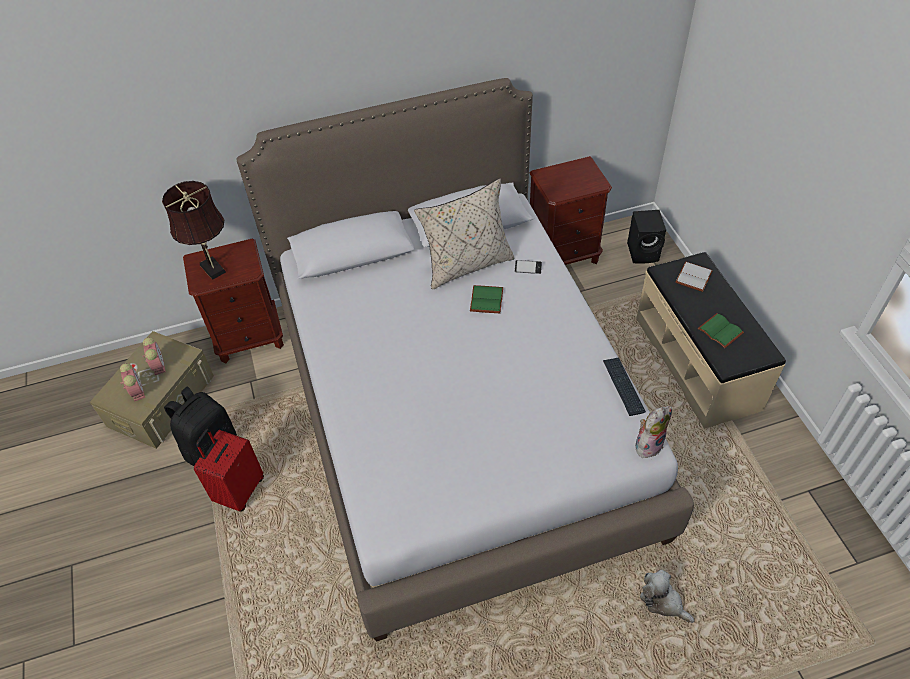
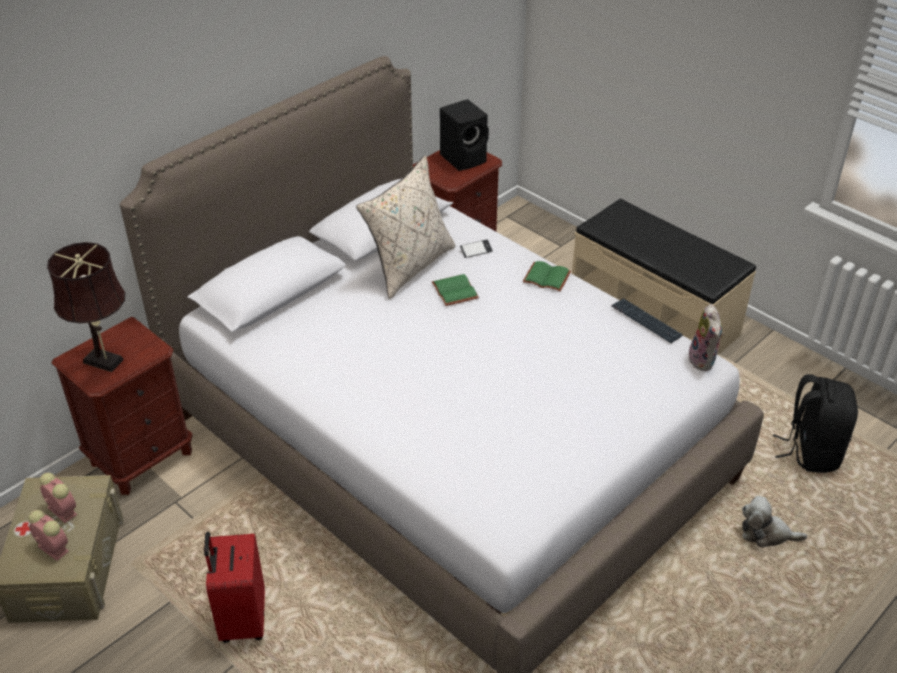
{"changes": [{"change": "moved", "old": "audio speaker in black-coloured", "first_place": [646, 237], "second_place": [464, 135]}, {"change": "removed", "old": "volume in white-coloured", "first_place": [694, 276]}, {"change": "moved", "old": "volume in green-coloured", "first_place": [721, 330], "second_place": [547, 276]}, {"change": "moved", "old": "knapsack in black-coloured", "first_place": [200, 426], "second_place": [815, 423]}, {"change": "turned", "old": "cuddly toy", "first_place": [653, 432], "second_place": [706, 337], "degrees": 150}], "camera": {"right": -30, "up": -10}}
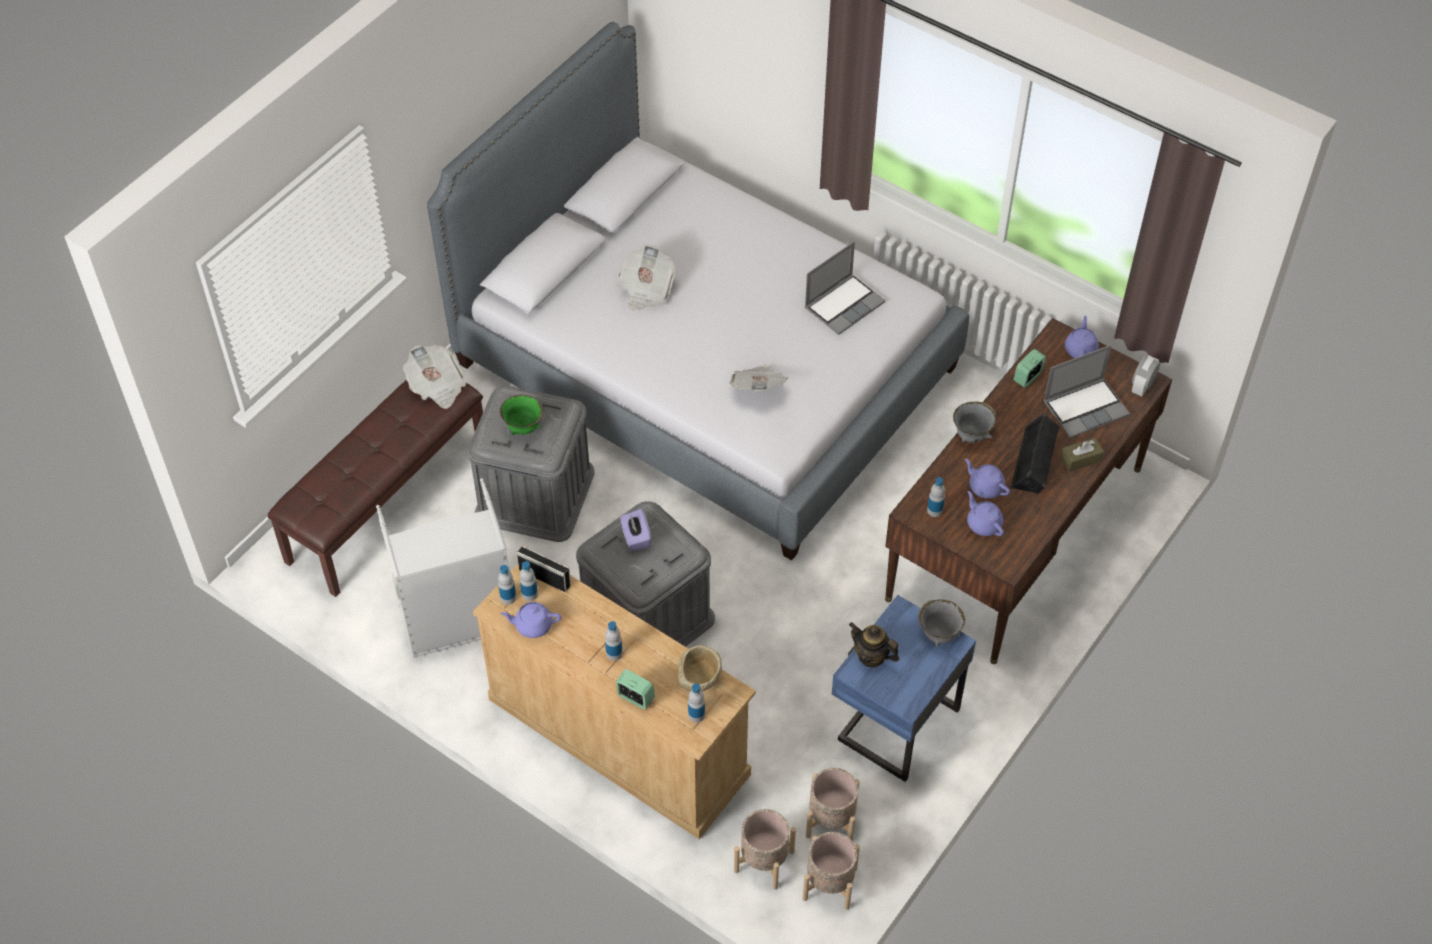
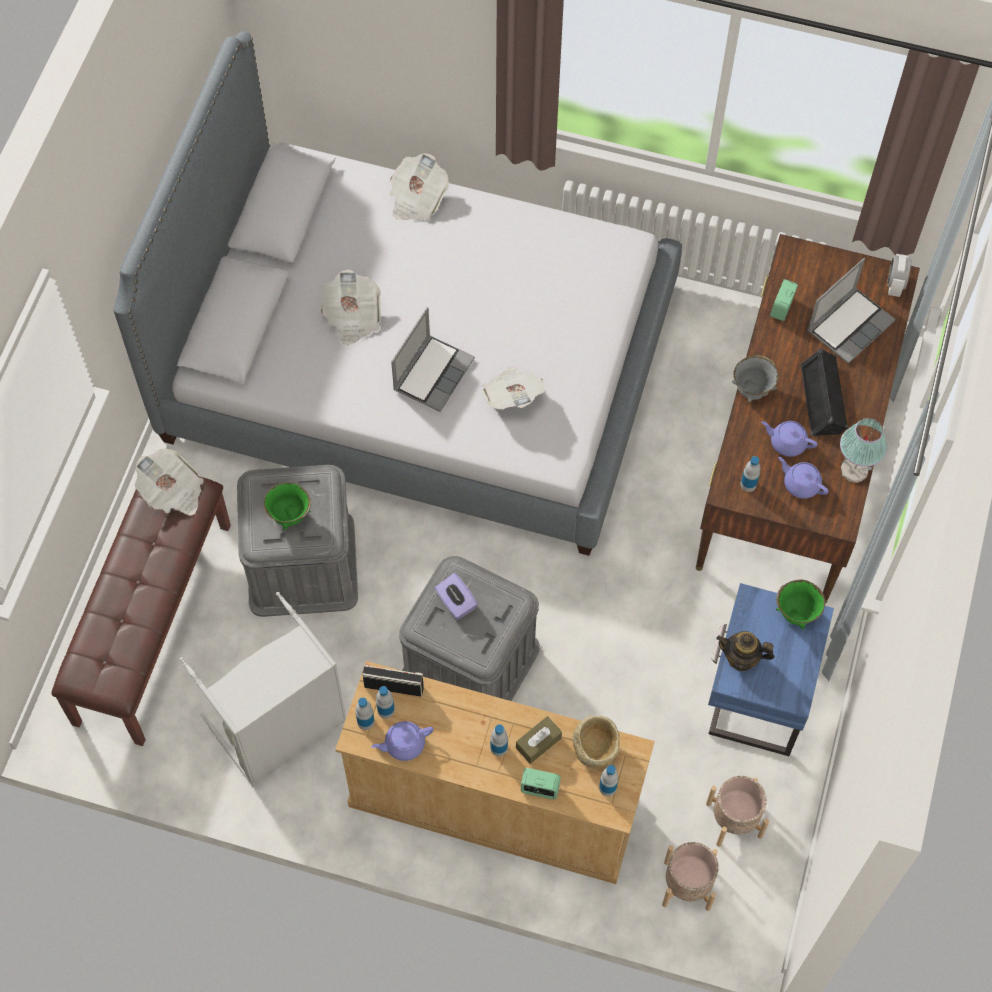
{"changes": [{"change": "moved", "old": "laptop", "first_place": [845, 288], "second_place": [433, 359]}, {"change": "removed", "old": "teapot in purple", "first_place": [1082, 336]}, {"change": "moved", "old": "tissue box in brown-coloured", "first_place": [1082, 455], "second_place": [539, 740]}, {"change": "recoloured", "old": "bowl in gray", "new": "bowl in green-coloured", "first_place": [941, 623], "second_place": [800, 605]}, {"change": "removed", "old": "flower pot in sand-coloured", "first_place": [831, 871]}, {"change": "added", "new": "printed paper", "second_place": [419, 187]}, {"change": "added", "new": "table lamp", "second_place": [863, 450]}], "camera": {"right": -20, "up": 10}}
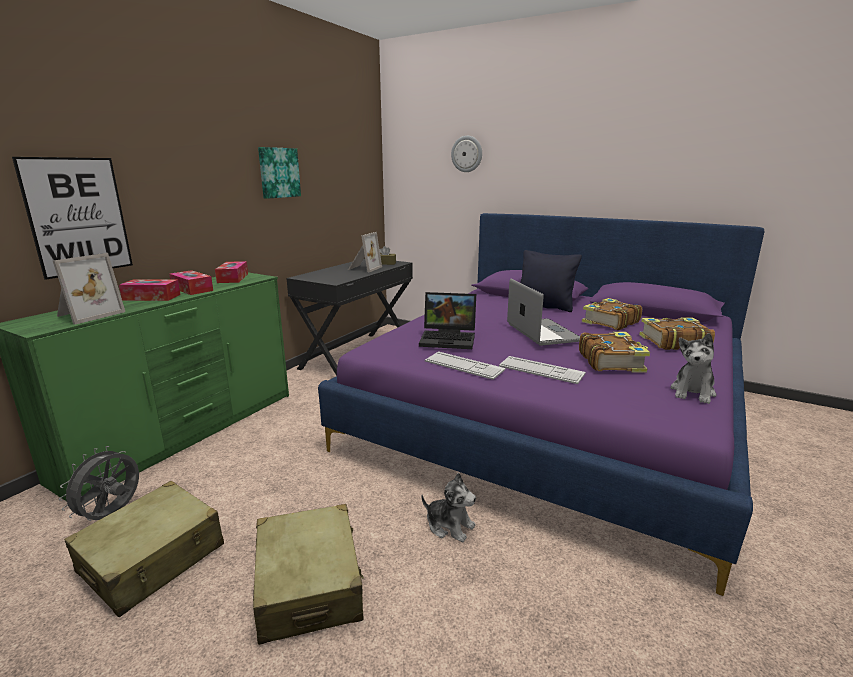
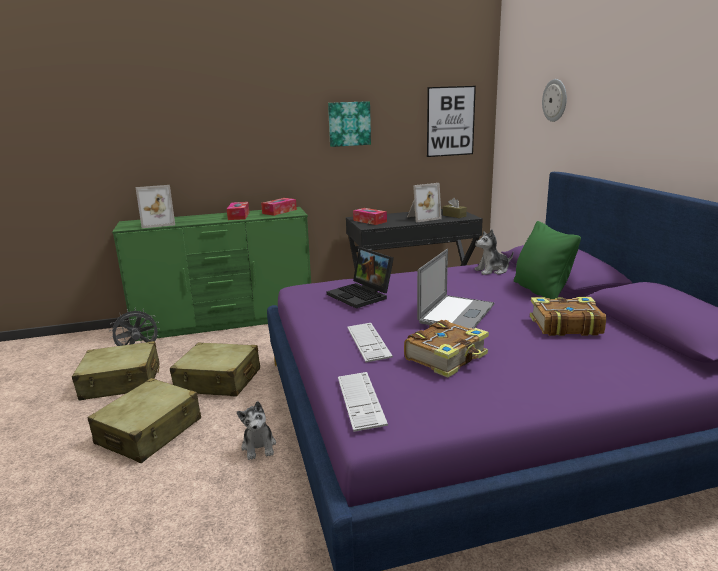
{"changes": [{"change": "moved", "old": "picture", "first_place": [72, 218], "second_place": [451, 121]}, {"change": "recoloured", "old": "throw pillow in black-coloured", "new": "throw pillow in green-coloured", "first_place": [551, 281], "second_place": [547, 260]}, {"change": "moved", "old": "tissue box", "first_place": [150, 290], "second_place": [370, 216]}, {"change": "removed", "old": "volume", "first_place": [677, 333]}, {"change": "moved", "old": "cuddly toy", "first_place": [693, 368], "second_place": [493, 252]}, {"change": "moved", "old": "PC keyboard", "first_place": [465, 365], "second_place": [363, 402]}, {"change": "added", "new": "suitcase in sand-coloured", "second_place": [215, 369]}], "camera": {"right": 45, "up": 0}}
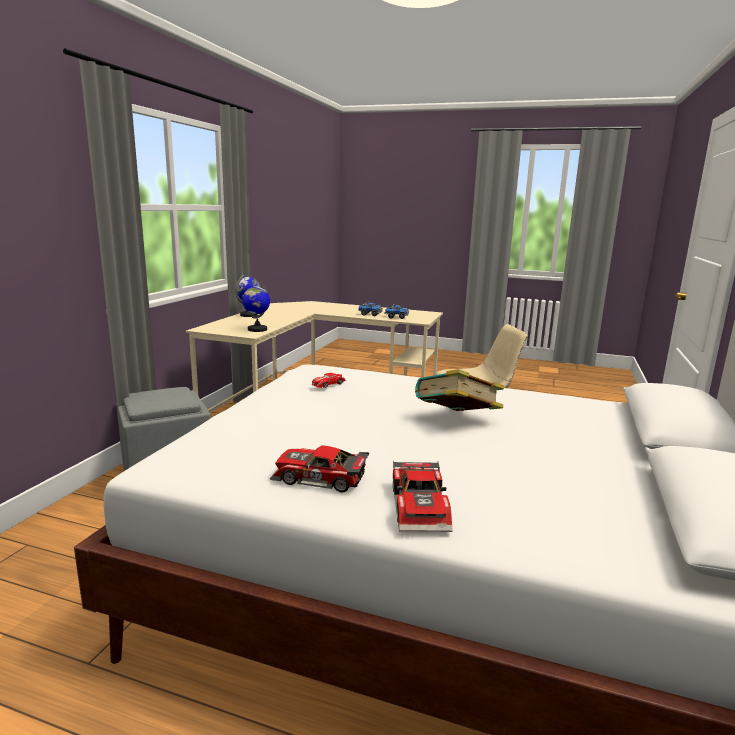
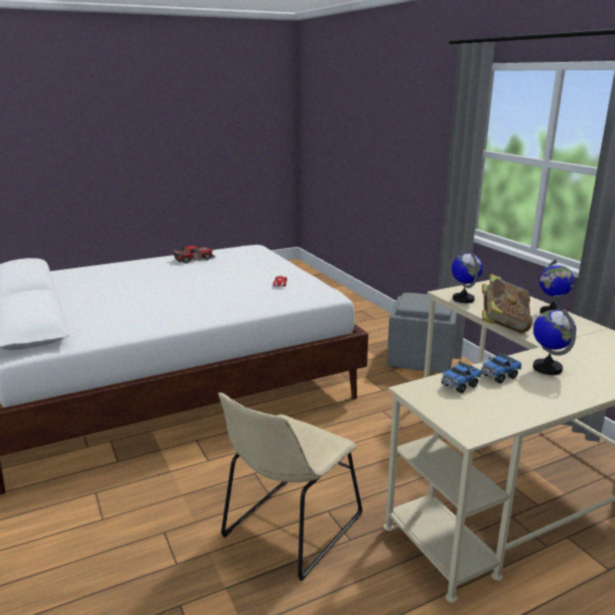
{"changes": [{"change": "moved", "old": "volume", "first_place": [459, 390], "second_place": [507, 303]}, {"change": "removed", "old": "toy car", "first_place": [423, 496]}, {"change": "added", "new": "desk globe", "second_place": [554, 342]}], "camera": {"right": 135, "up": 5}}
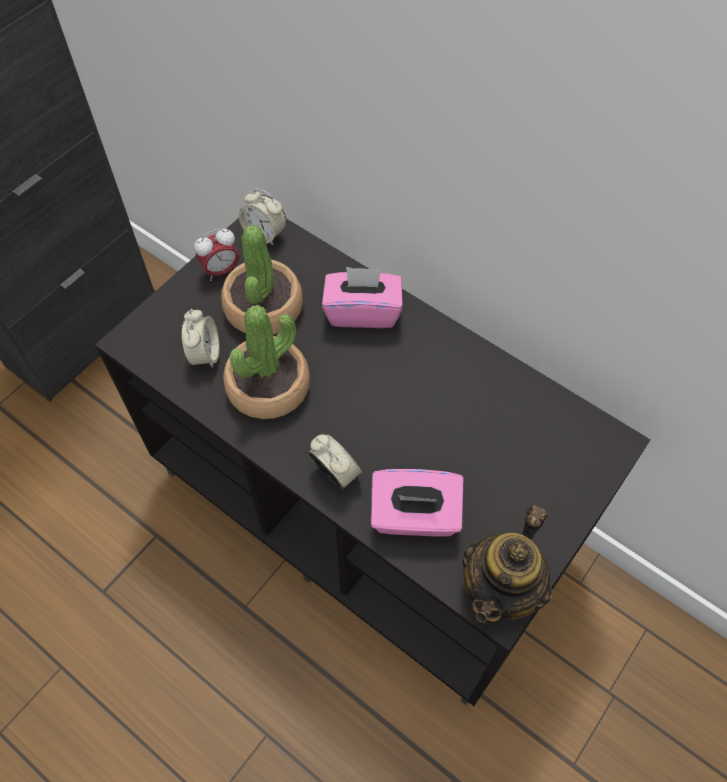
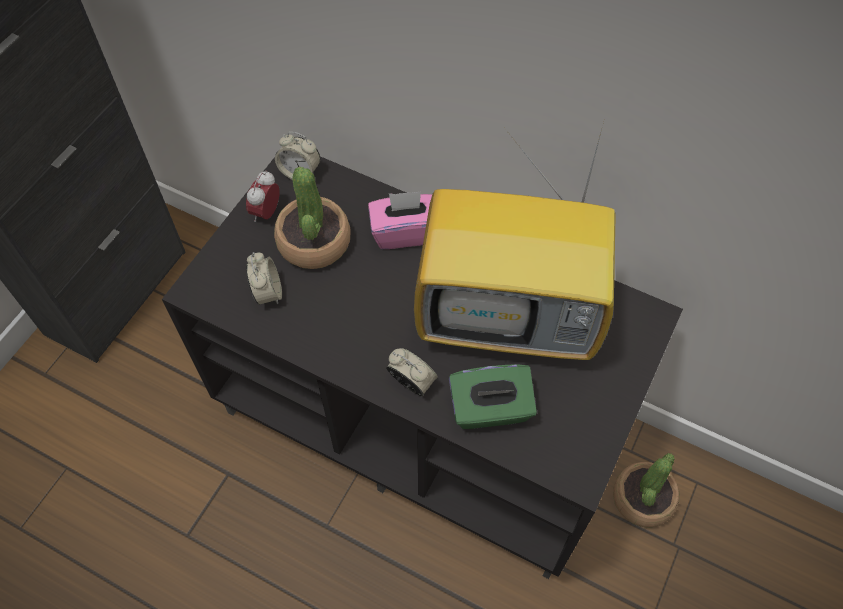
{"changes": [{"change": "turned", "old": "alarm clock", "first_place": [217, 255], "second_place": [263, 196], "degrees": 150}, {"change": "moved", "old": "plant in a pot", "first_place": [266, 362], "second_place": [646, 490]}, {"change": "recoloured", "old": "tissue box in pink", "new": "tissue box in green-coloured", "first_place": [417, 503], "second_place": [493, 396]}, {"change": "removed", "old": "teapot", "first_place": [507, 564]}, {"change": "added", "new": "TV", "second_place": [515, 241]}], "camera": {"right": -10, "up": 0}}
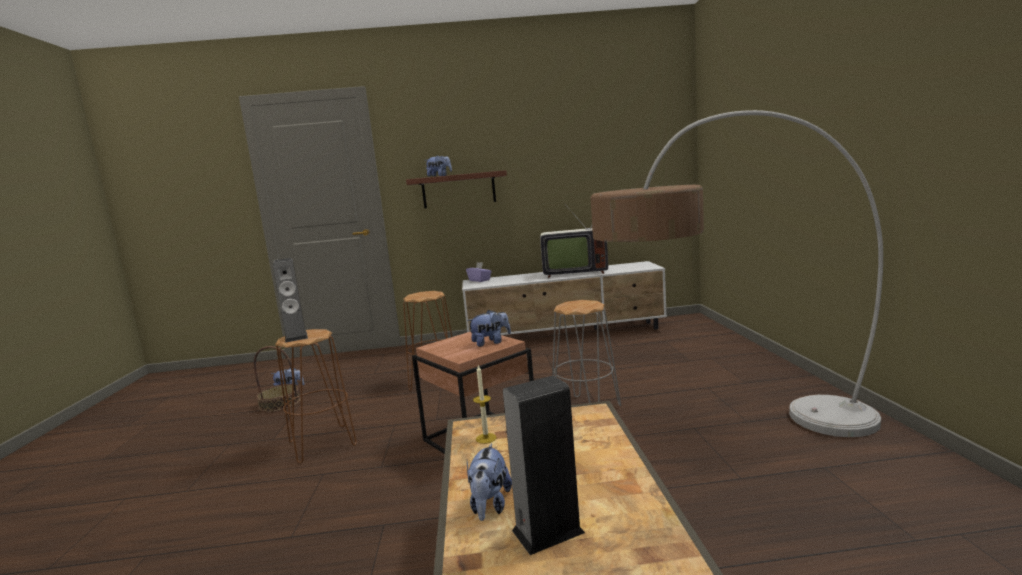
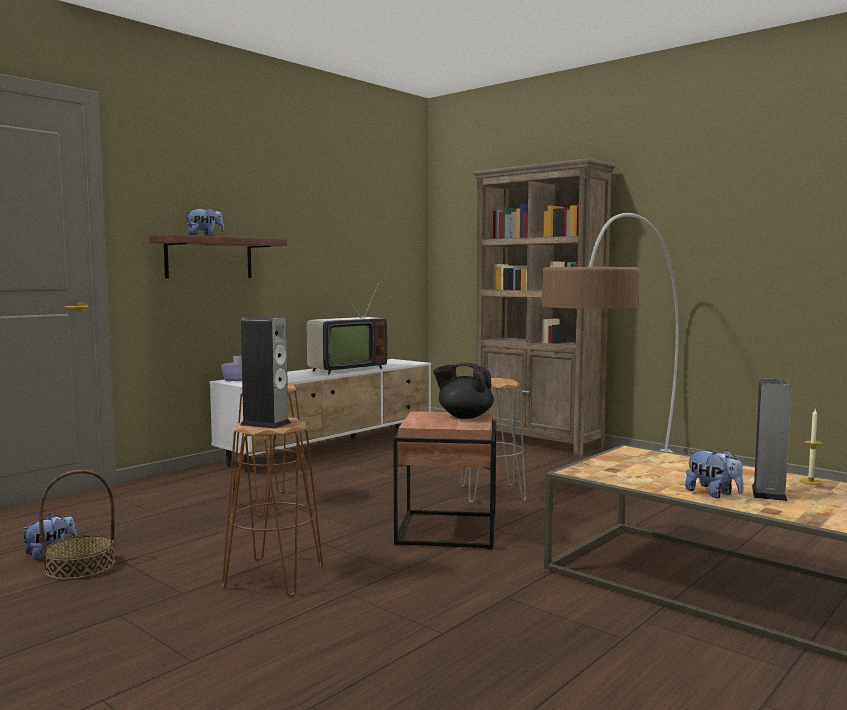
{"changes": [{"change": "replaced", "old": "cuddly toy", "new": "teapot in black-coloured", "first_place": [489, 328], "second_place": [463, 391]}, {"change": "moved", "old": "candle", "first_place": [484, 405], "second_place": [811, 447]}, {"change": "added", "new": "bookcase in brown-coloured", "second_place": [544, 307]}], "camera": {"right": -45, "up": -5}}
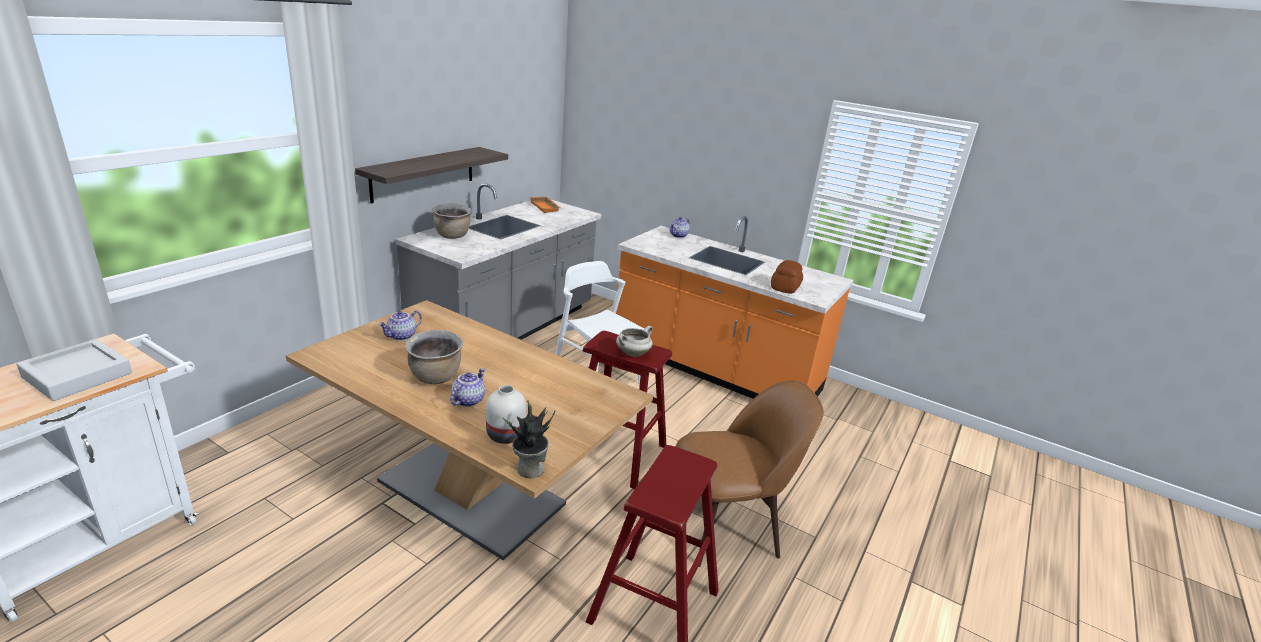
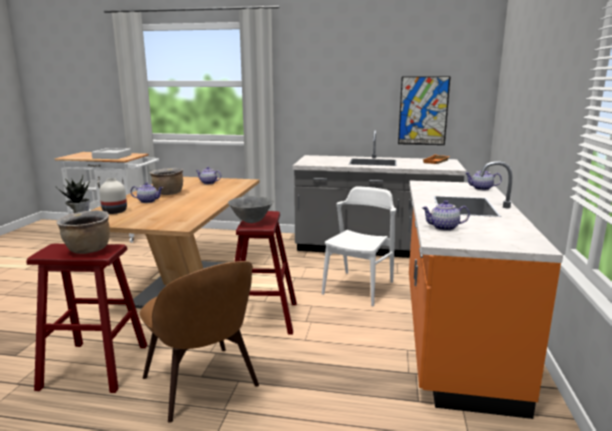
{"changes": [{"change": "removed", "old": "wall shelf", "first_place": [431, 175]}, {"change": "moved", "old": "saucepot in brown-coloured", "first_place": [451, 221], "second_place": [83, 232]}, {"change": "replaced", "old": "baked bread", "new": "teapot", "first_place": [787, 277], "second_place": [446, 215]}, {"change": "replaced", "old": "saucepot in white-coloured", "new": "bowl in gray", "first_place": [634, 341], "second_place": [251, 209]}, {"change": "added", "new": "picture", "second_place": [424, 110]}], "camera": {"right": 70, "up": -10}}
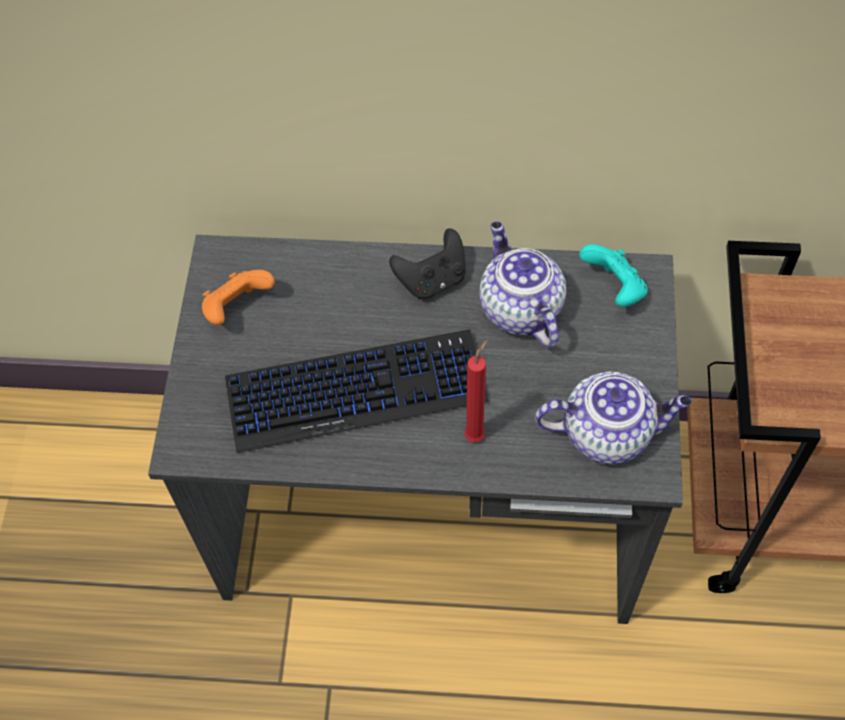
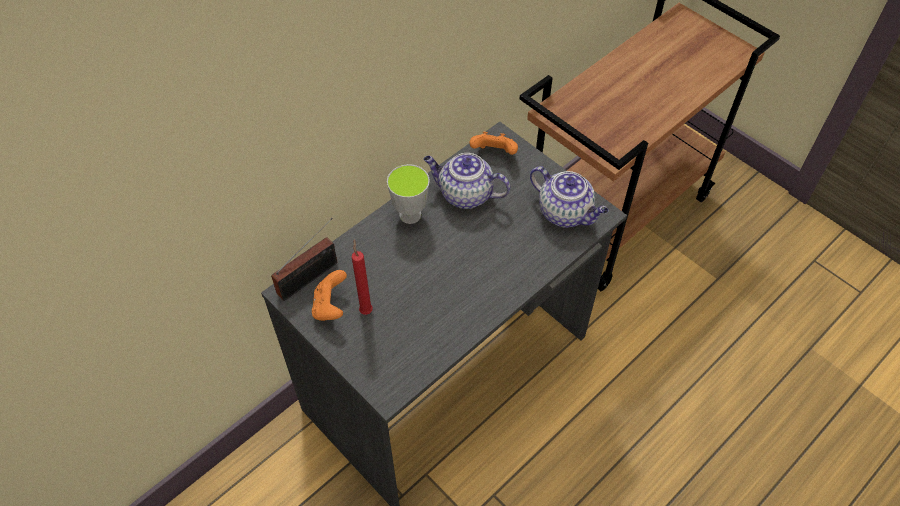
{"changes": [{"change": "replaced", "old": "game controller in black-coloured", "new": "cup", "first_place": [427, 263], "second_place": [408, 194]}, {"change": "recoloured", "old": "game controller in blue-green", "new": "game controller in orangey", "first_place": [613, 275], "second_place": [494, 143]}, {"change": "removed", "old": "PC keyboard", "first_place": [357, 391]}, {"change": "moved", "old": "candle in red-coloured", "first_place": [476, 391], "second_place": [362, 277]}, {"change": "turned", "old": "teapot", "first_place": [613, 418], "second_place": [569, 197], "degrees": 90}, {"change": "added", "new": "radio", "second_place": [304, 259]}], "camera": {"right": -50, "up": -5}}
